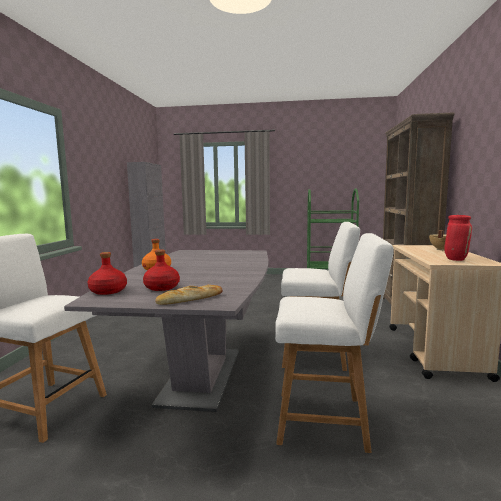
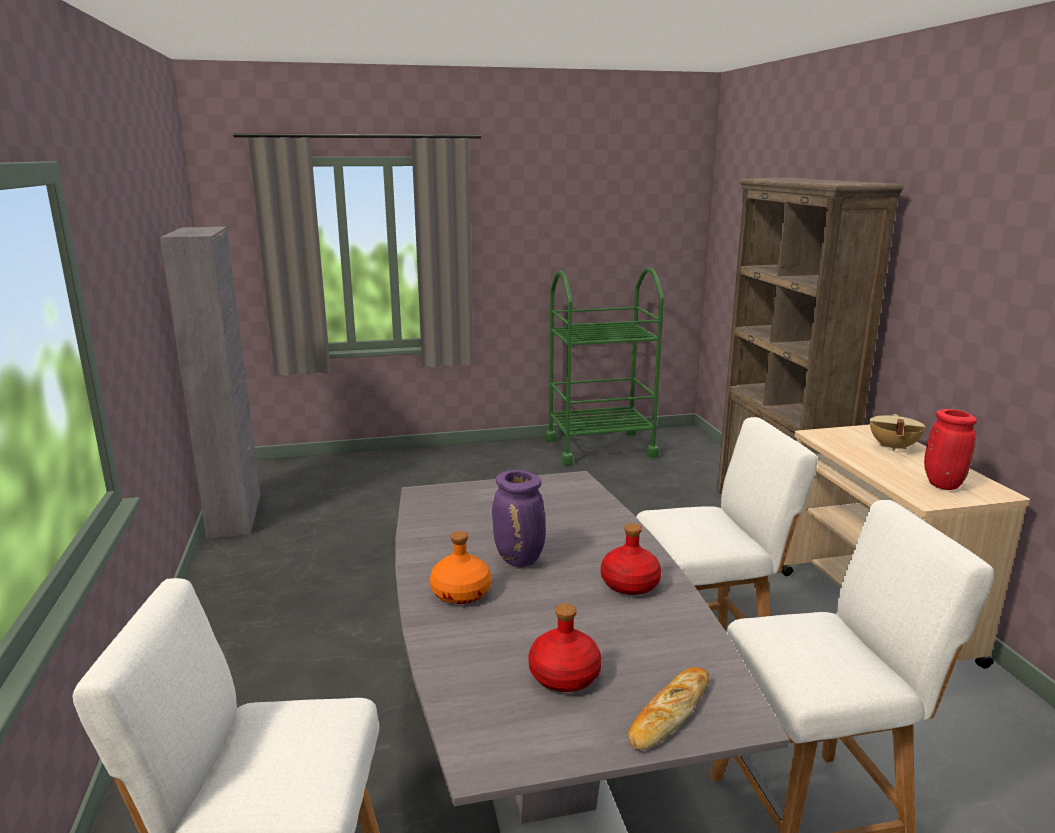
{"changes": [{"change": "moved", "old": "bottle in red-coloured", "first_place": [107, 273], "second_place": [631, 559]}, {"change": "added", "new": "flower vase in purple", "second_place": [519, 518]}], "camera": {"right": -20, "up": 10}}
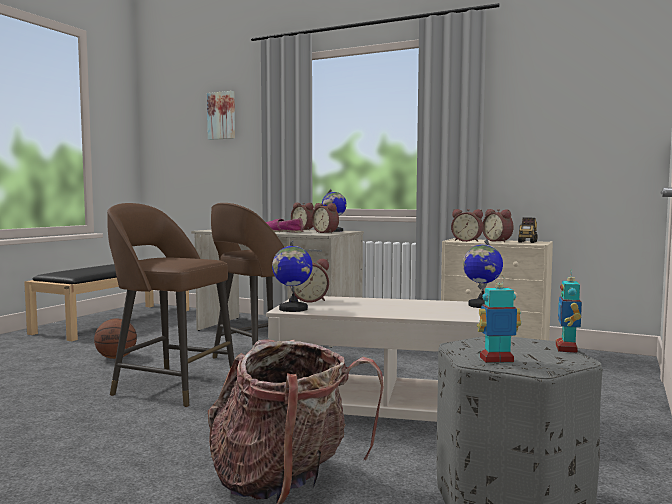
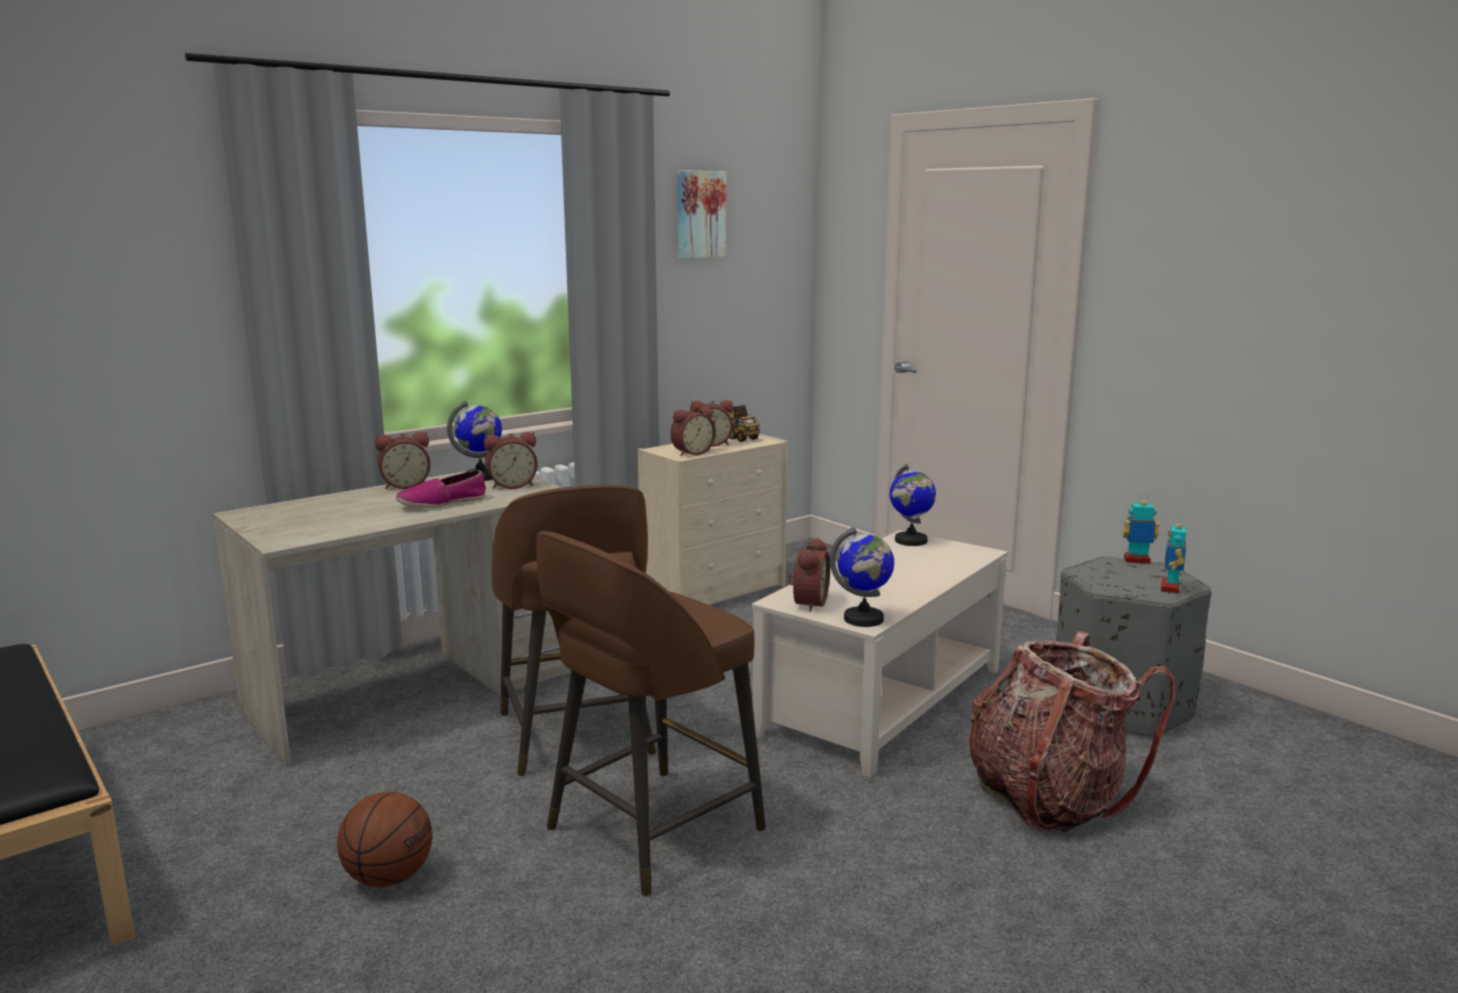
{"changes": [{"change": "moved", "old": "picture", "first_place": [221, 115], "second_place": [701, 214]}, {"change": "turned", "old": "model robot", "first_place": [569, 311], "second_place": [1140, 529], "degrees": 150}], "camera": {"right": -65, "up": 10}}
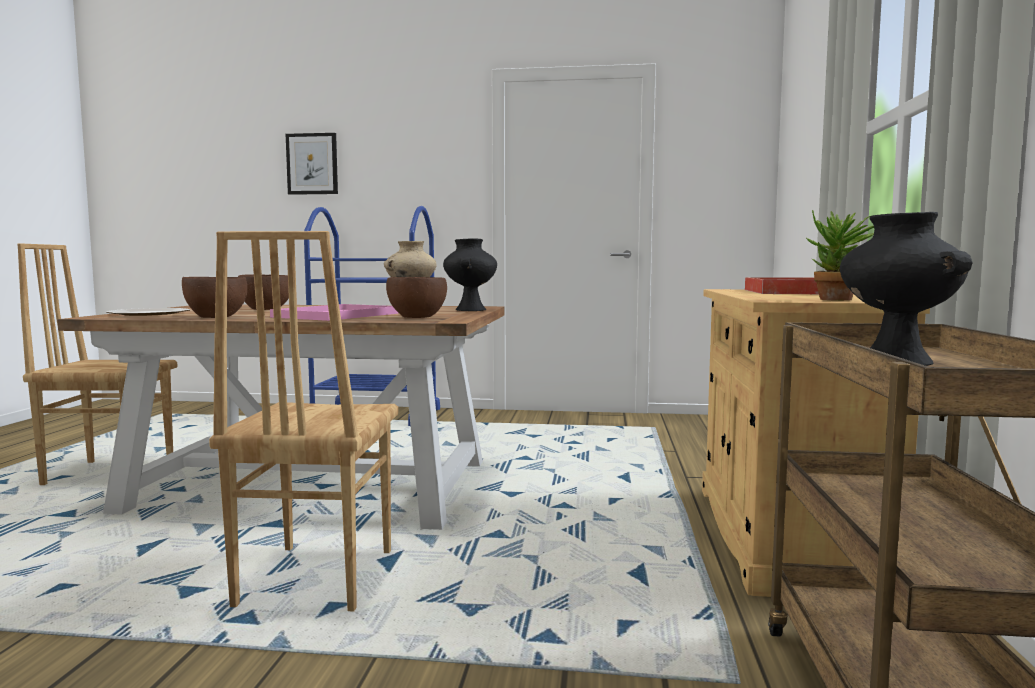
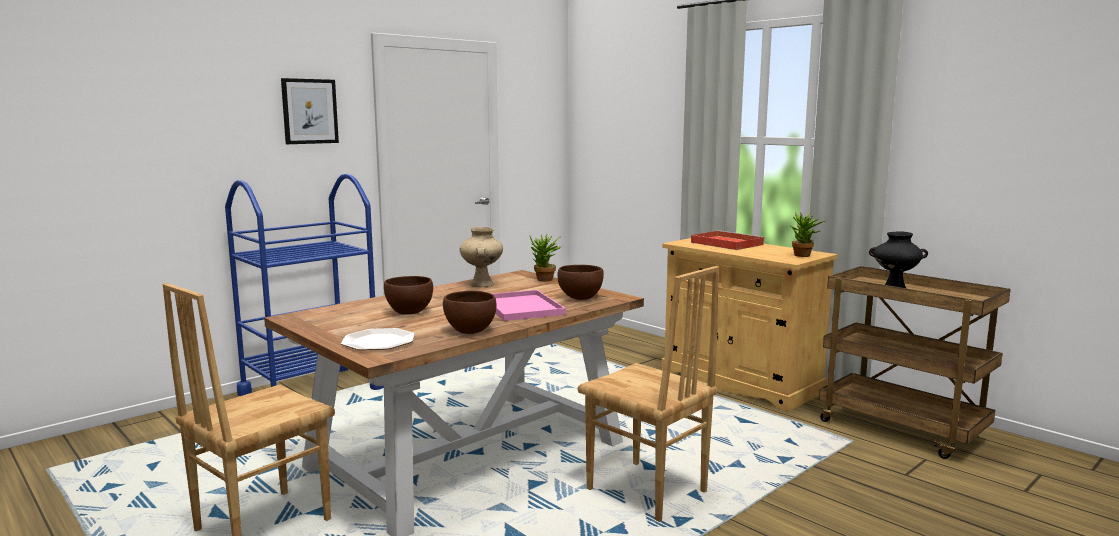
{"changes": [{"change": "moved", "old": "picture", "first_place": [312, 164], "second_place": [310, 111]}, {"change": "replaced", "old": "flower vase in black-coloured", "new": "plant in a pot", "first_place": [470, 275], "second_place": [545, 258]}], "camera": {"right": -50, "up": 5}}
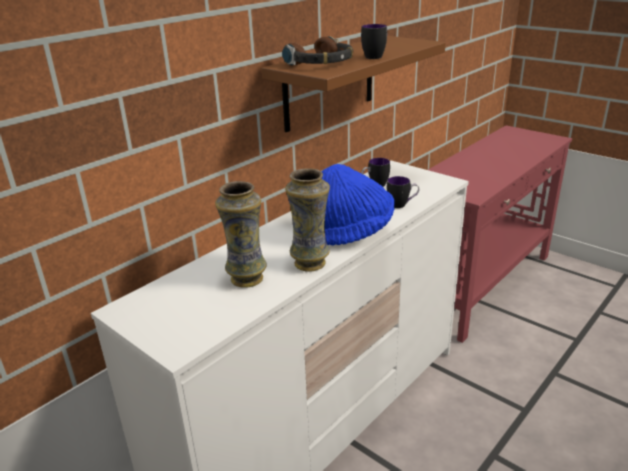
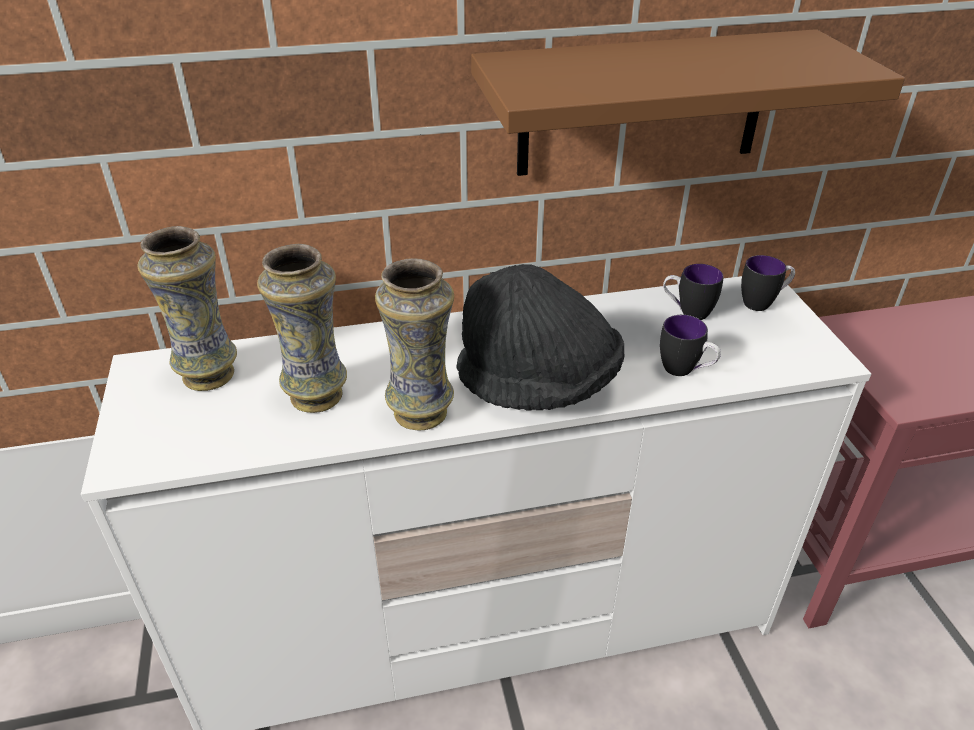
{"changes": [{"change": "moved", "old": "mug", "first_place": [374, 41], "second_place": [768, 283]}, {"change": "removed", "old": "pair of headphones", "first_place": [317, 50]}, {"change": "recoloured", "old": "clothing hat in blue-coloured", "new": "clothing hat in black-coloured", "first_place": [358, 205], "second_place": [540, 337]}, {"change": "added", "new": "flower vase", "second_place": [187, 308]}], "camera": {"right": 35, "up": 10}}
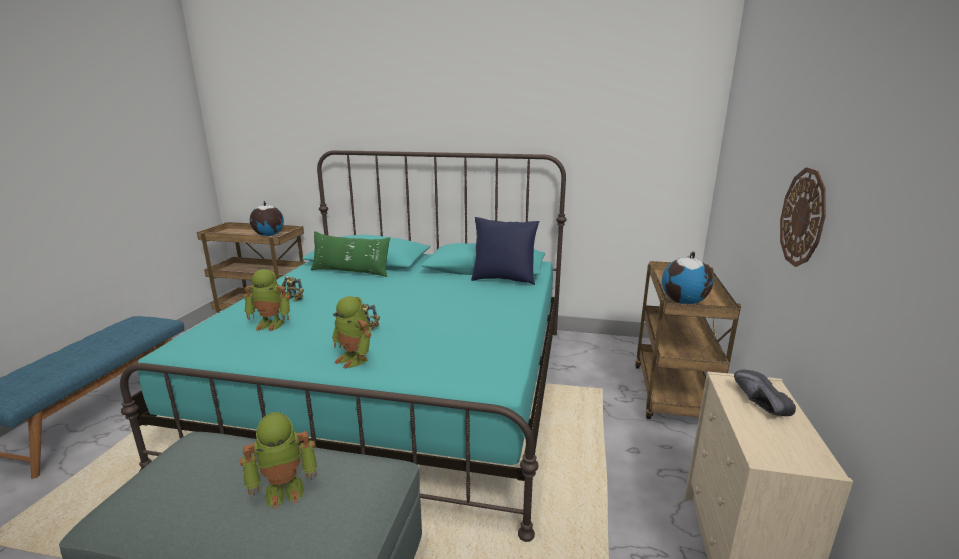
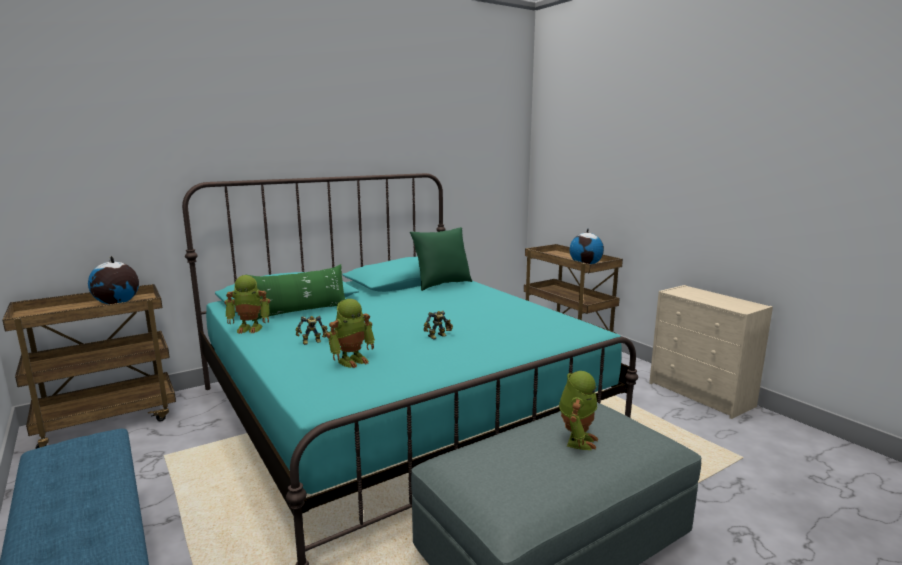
{"changes": [{"change": "removed", "old": "wall clock", "first_place": [803, 217]}, {"change": "recoloured", "old": "throw pillow in blue-coloured", "new": "throw pillow in green-coloured", "first_place": [505, 251], "second_place": [441, 259]}, {"change": "moved", "old": "model robot", "first_place": [351, 332], "second_place": [247, 304]}, {"change": "removed", "old": "shoe in black-coloured", "first_place": [765, 393]}], "camera": {"right": -45, "up": -5}}
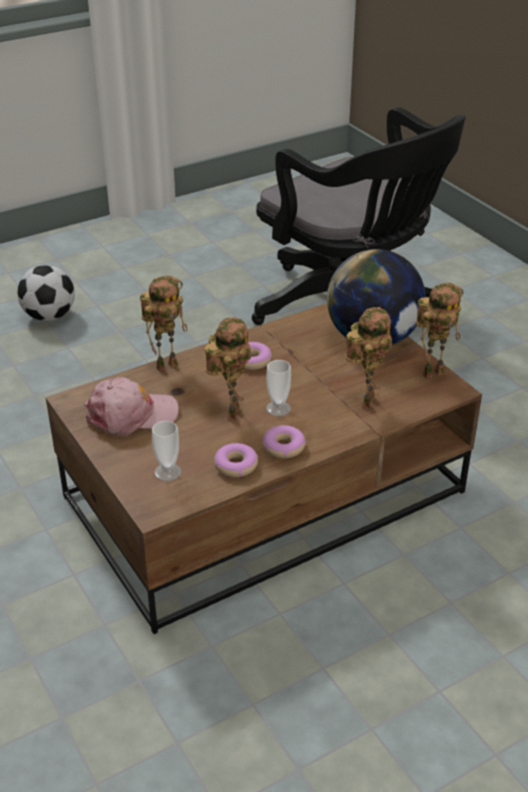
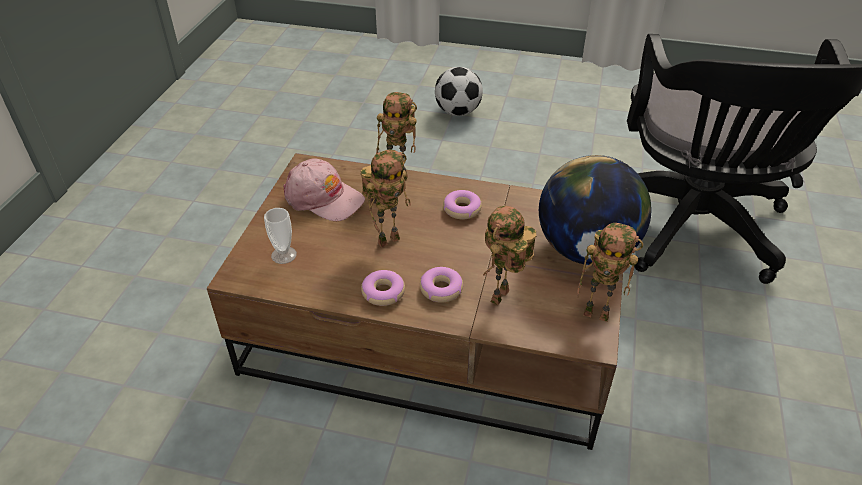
{"changes": [{"change": "turned", "old": "model robot", "first_place": [368, 358], "second_place": [509, 255], "degrees": 150}, {"change": "removed", "old": "cup", "first_place": [278, 388]}, {"change": "moved", "old": "donut", "first_place": [236, 460], "second_place": [441, 285]}], "camera": {"right": 45, "up": 5}}
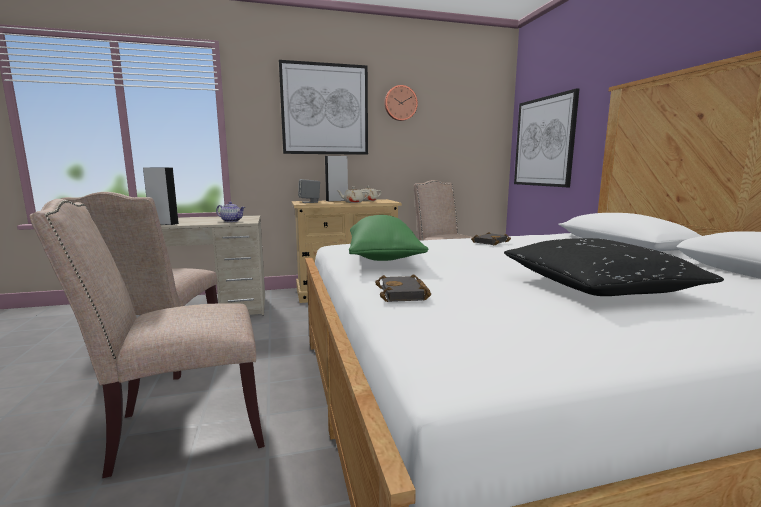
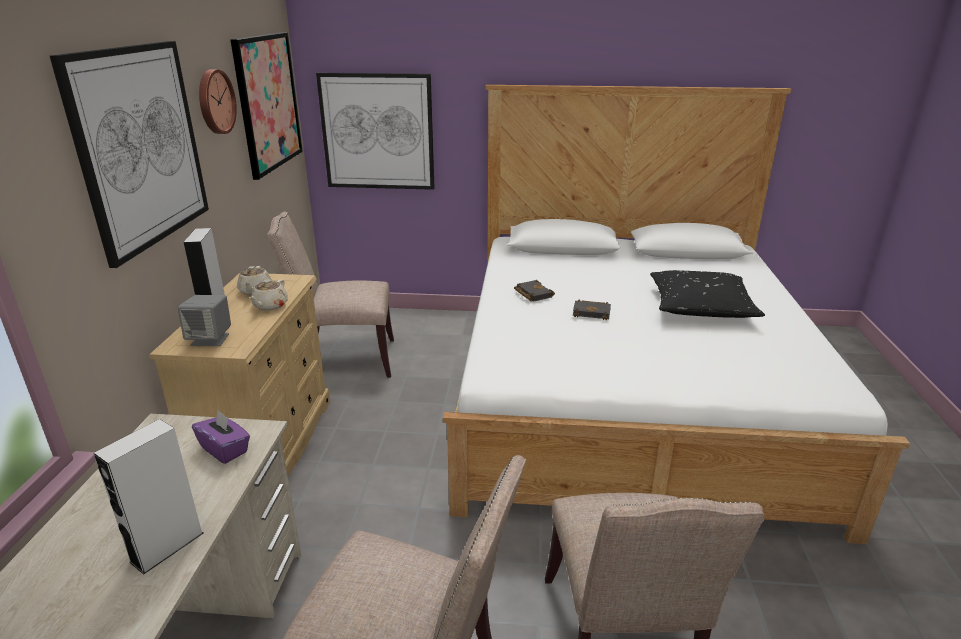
{"changes": [{"change": "replaced", "old": "teapot", "new": "tissue box in purple", "first_place": [230, 212], "second_place": [221, 437]}, {"change": "removed", "old": "throw pillow in green-coloured", "first_place": [388, 238]}, {"change": "moved", "old": "volume in black-coloured", "first_place": [403, 288], "second_place": [592, 309]}, {"change": "added", "new": "picture", "second_place": [266, 106]}], "camera": {"right": -70, "up": 15}}
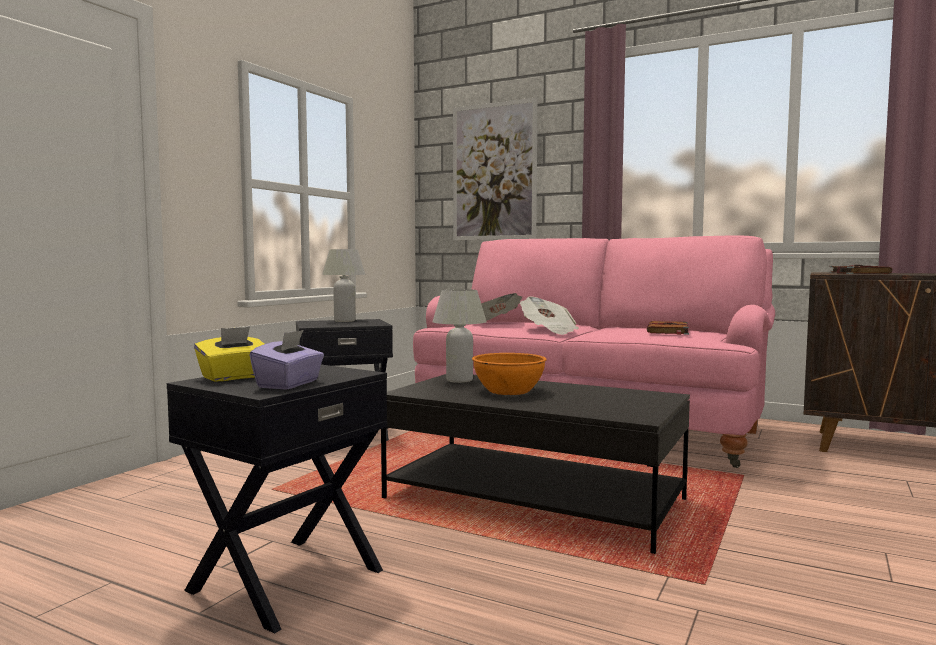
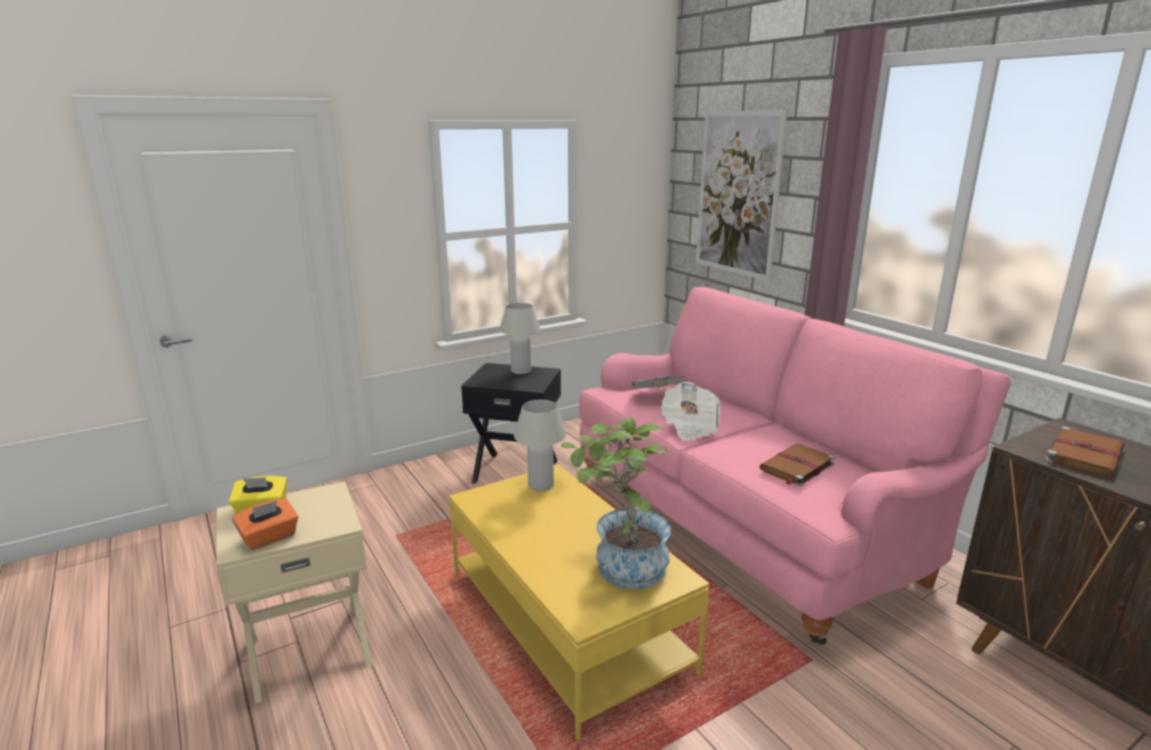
{"changes": [{"change": "recoloured", "old": "tissue box in purple", "new": "tissue box in orangey", "first_place": [287, 360], "second_place": [265, 524]}, {"change": "removed", "old": "bowl in orangey", "first_place": [509, 374]}, {"change": "recoloured", "old": "end table in black-coloured", "new": "end table in sand-coloured", "first_place": [277, 499], "second_place": [294, 592]}, {"change": "recoloured", "old": "low table in black-coloured", "new": "low table in yellow-coloured", "first_place": [535, 464], "second_place": [579, 602]}, {"change": "added", "new": "plant in a pot", "second_place": [616, 503]}], "camera": {"right": 30, "up": 15}}
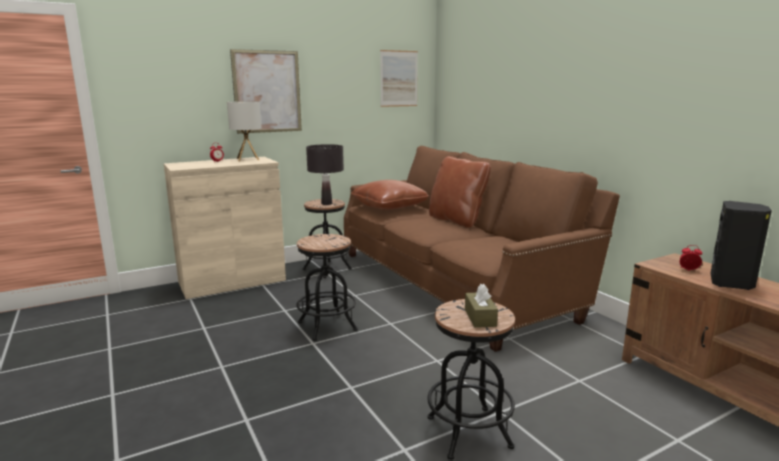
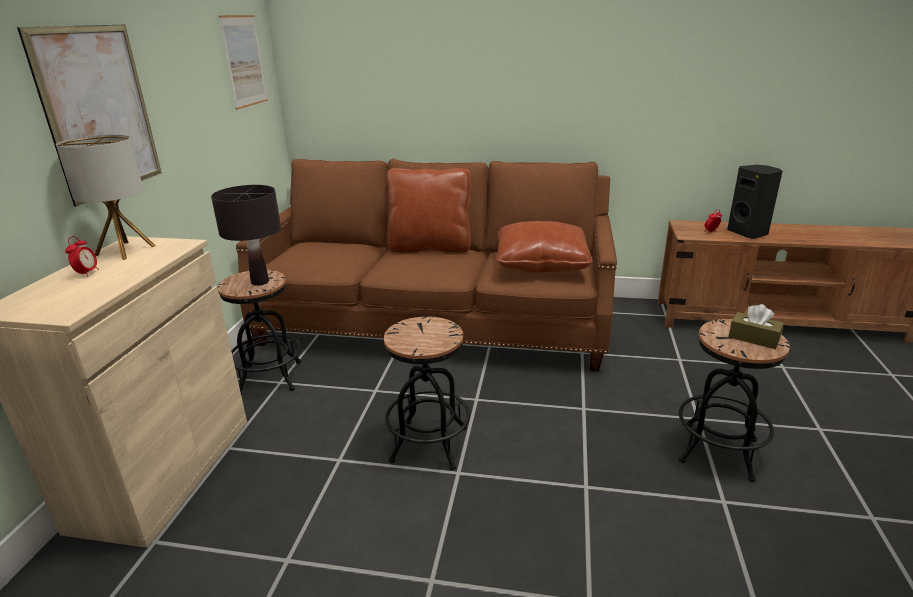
{"changes": [{"change": "moved", "old": "throw pillow in brown-coloured", "first_place": [390, 195], "second_place": [544, 247]}], "camera": {"right": -50, "up": 10}}
